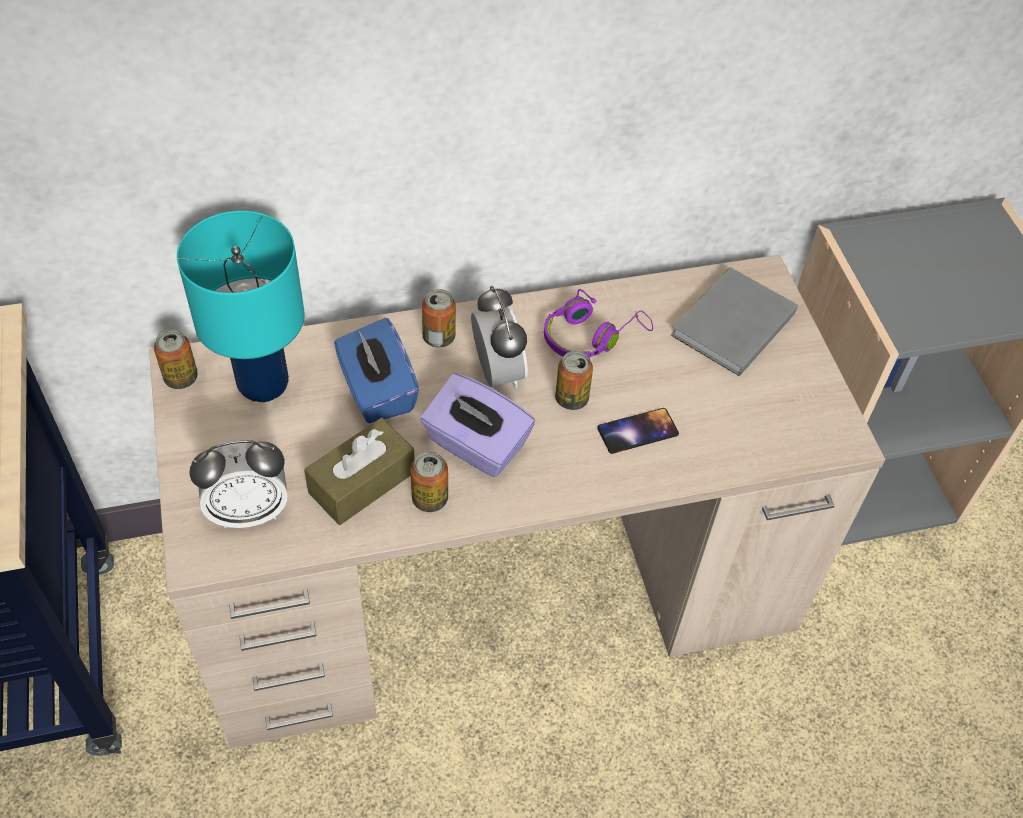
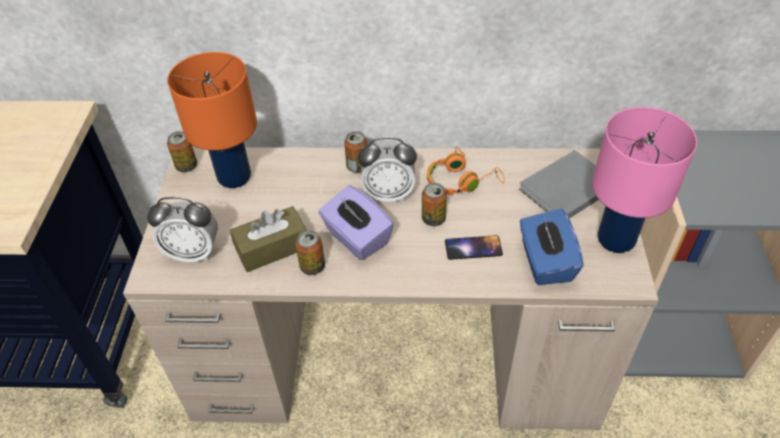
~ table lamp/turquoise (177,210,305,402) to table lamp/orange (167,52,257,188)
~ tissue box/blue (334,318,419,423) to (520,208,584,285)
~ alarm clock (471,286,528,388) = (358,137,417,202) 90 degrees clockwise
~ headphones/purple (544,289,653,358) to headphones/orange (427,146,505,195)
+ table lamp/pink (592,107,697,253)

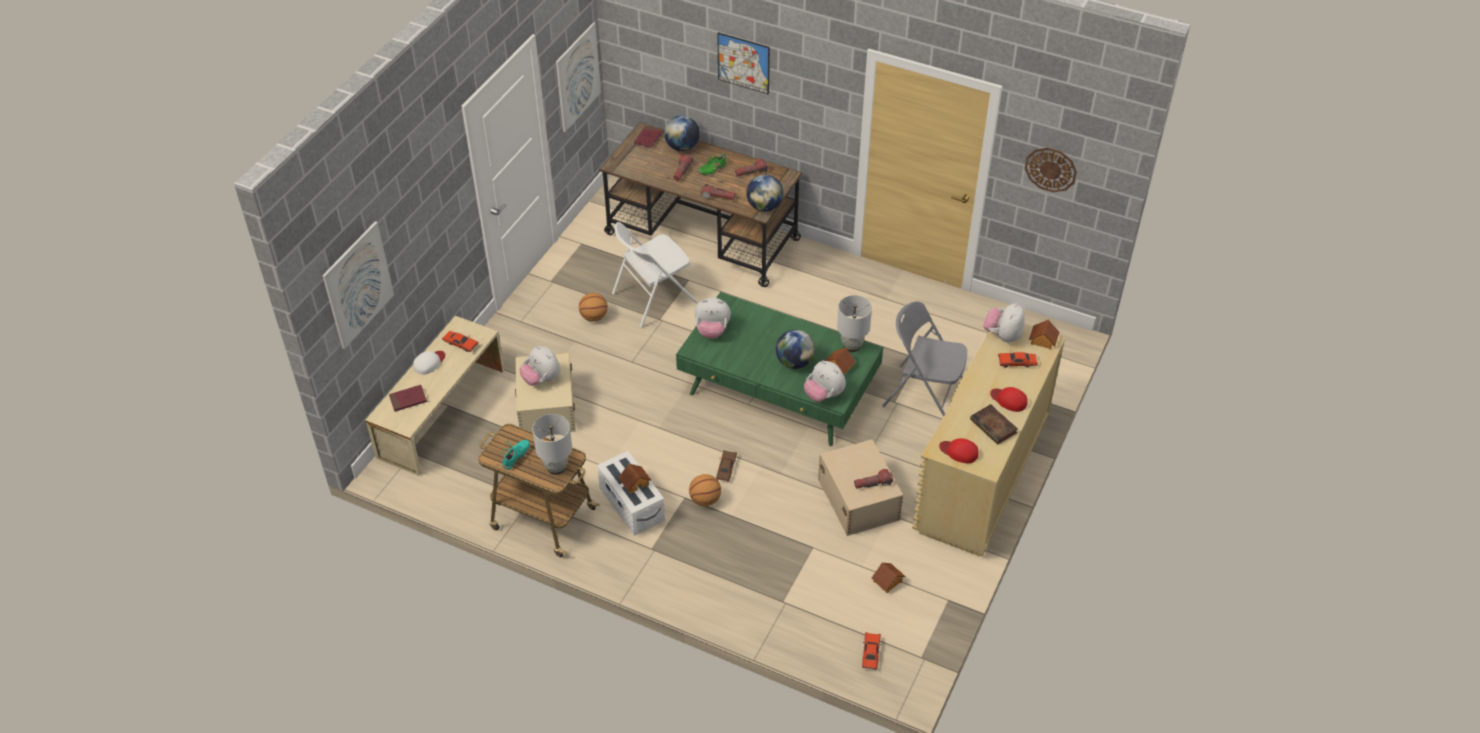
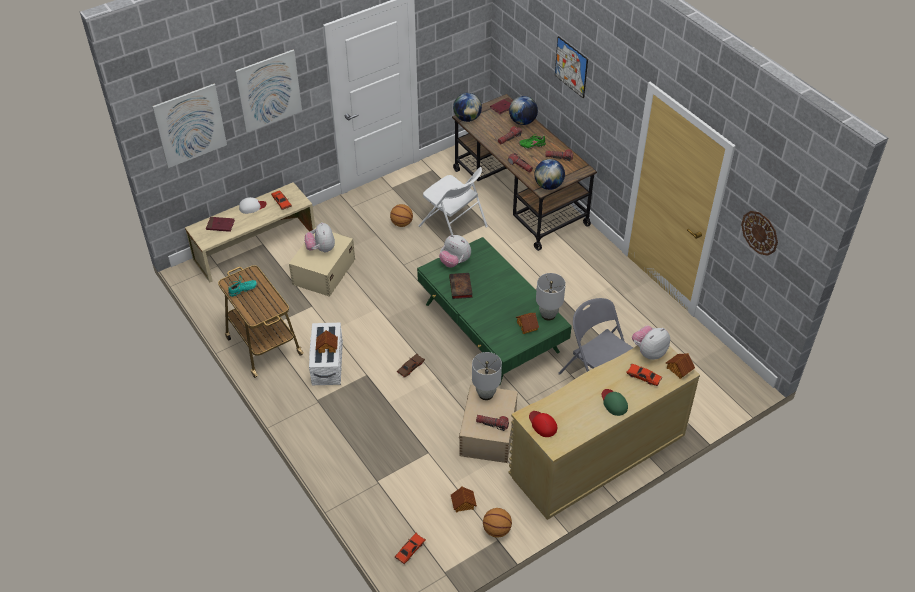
~ table lamp/white (532,414,572,475) to (472,352,502,400)
~ picture (556,22,601,132) to (235,49,302,133)
~ chair/white (612,222,697,328) = (418,167,488,235) 135 degrees counterclockwise
~ basketball (689,474,721,506) to (483,508,512,538)
~ globe (776,330,815,369) to (453,93,482,122)
- plush toy (804,360,846,402)
~ book (970,404,1018,445) to (449,273,473,299)
~ cap/red (990,387,1027,412) to cap/green (602,389,628,416)

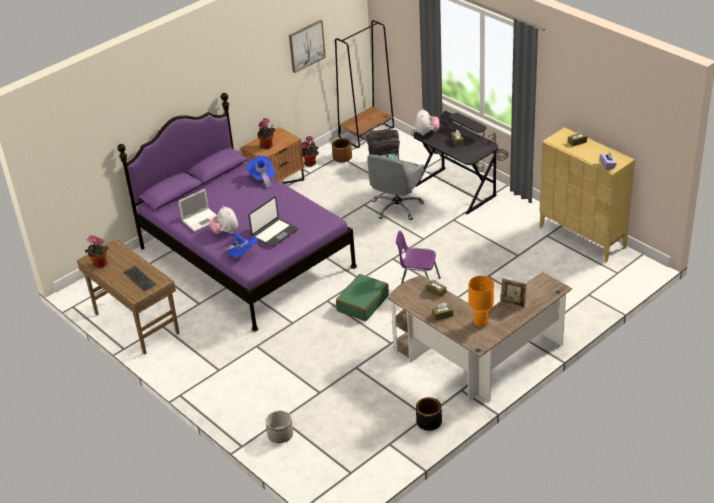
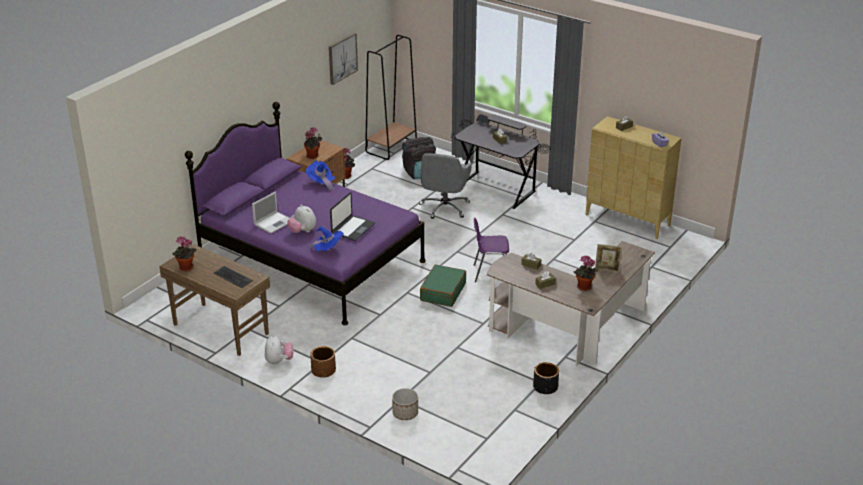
~ planter/brown (332,138,352,163) to (310,346,336,378)
~ plush toy (415,109,440,136) to (265,335,293,365)
~ table lamp/orange (469,276,494,327) to potted plant (573,255,598,291)

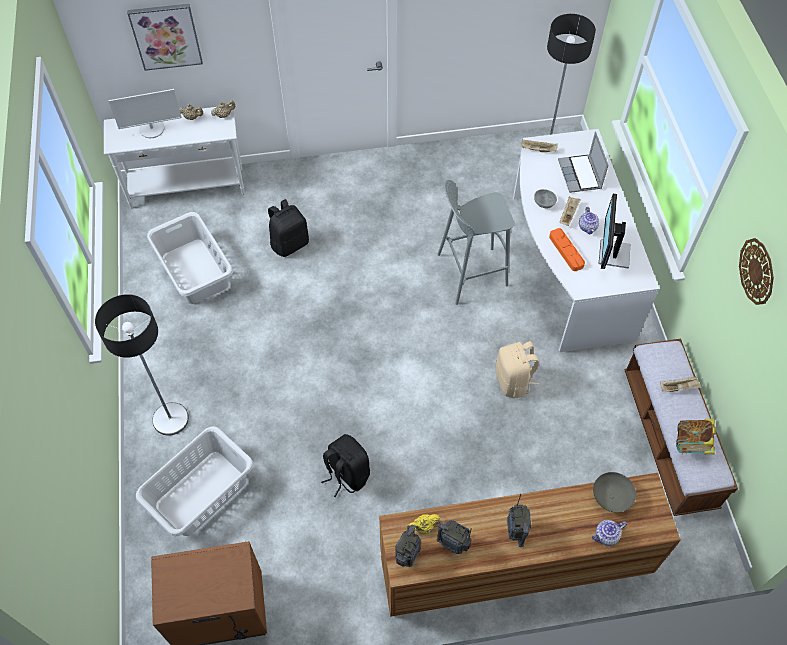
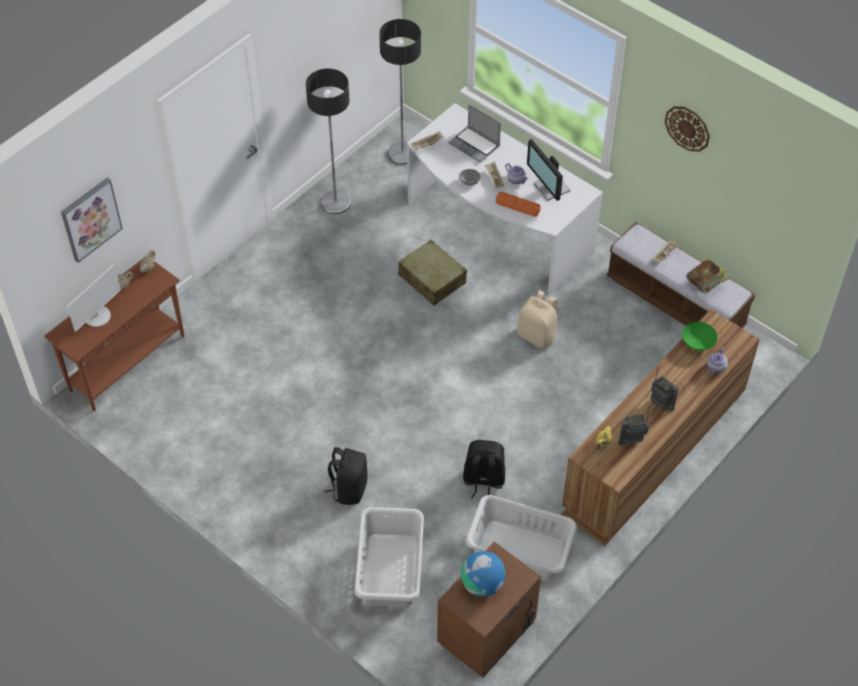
~ floor lamp (95,294,189,436) to (306,68,351,214)
~ console table/white (104,105,245,208) to console table/brown (44,259,185,411)
~ laundry basket/grey (147,212,233,304) to (466,495,577,581)
~ backpack/black (268,199,309,257) to (324,447,367,505)
- radio (395,525,421,567)
~ stool/grey (437,180,515,305) to suitcase/beige (398,240,467,306)
~ bowl/grey (593,472,636,512) to bowl/green (682,322,717,351)
+ globe (461,551,505,597)

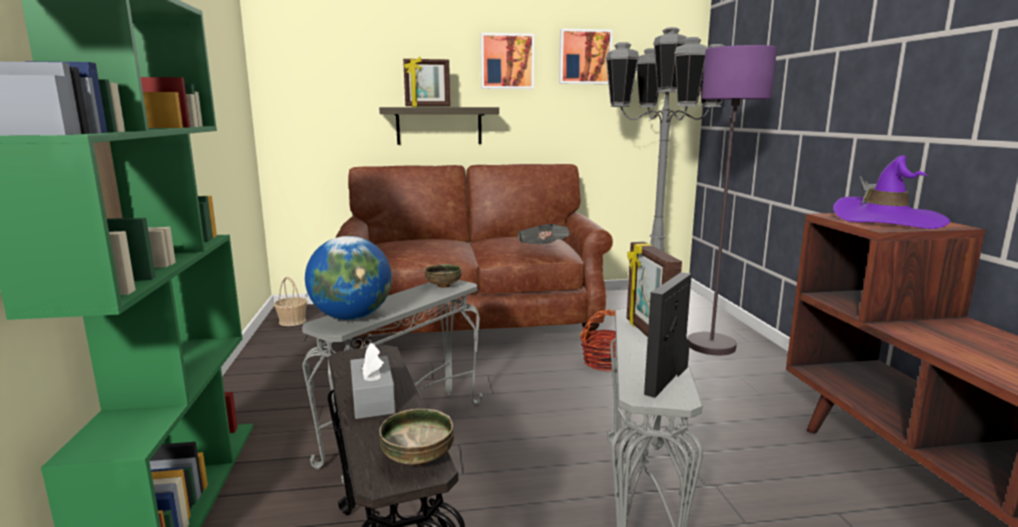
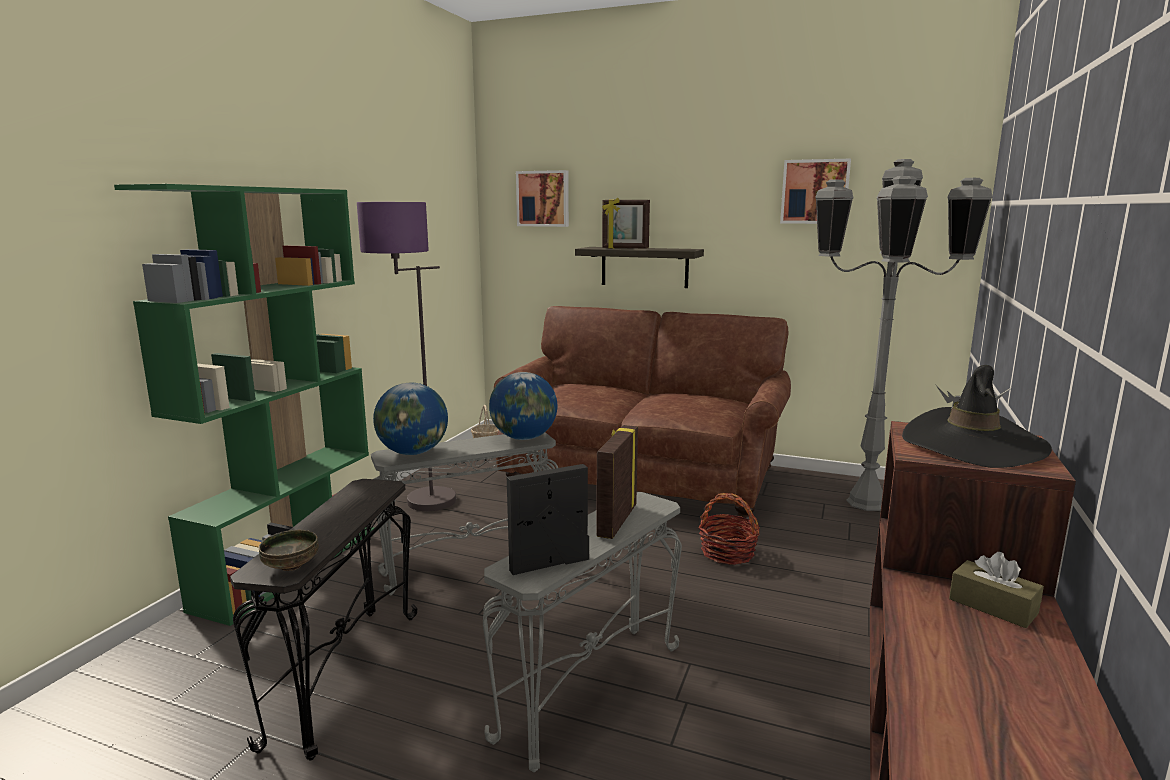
- tissue box/grey (350,343,396,419)
~ bowl (425,264,462,288) to globe (489,372,557,440)
~ picture (480,33,534,89) to (516,170,569,227)
- newspaper (517,224,570,244)
~ floor lamp/purple (688,45,777,355) to (357,202,456,511)
~ hat/purple (833,155,950,229) to hat/black (902,365,1052,468)
+ tissue box/brown (949,552,1044,628)

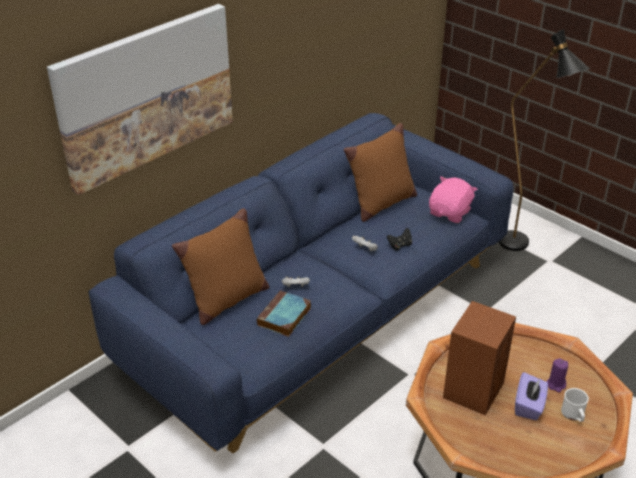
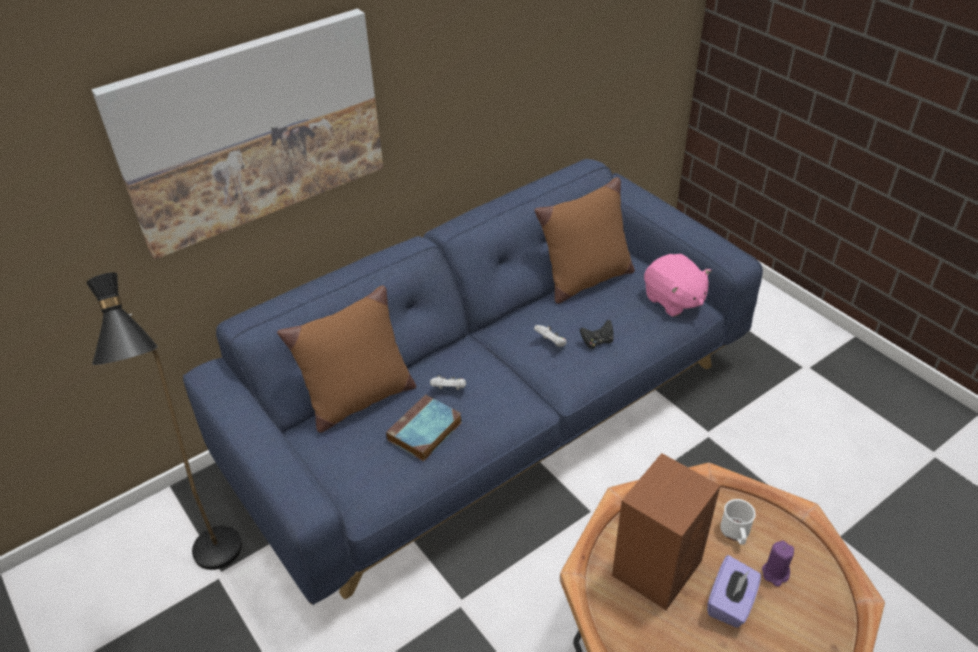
~ plush toy/pink (429,176,477,223) = (644,254,712,317) 105 degrees clockwise
~ floor lamp/black (499,29,590,251) to (86,272,242,570)
~ mug/white (561,388,589,422) to (720,499,756,544)

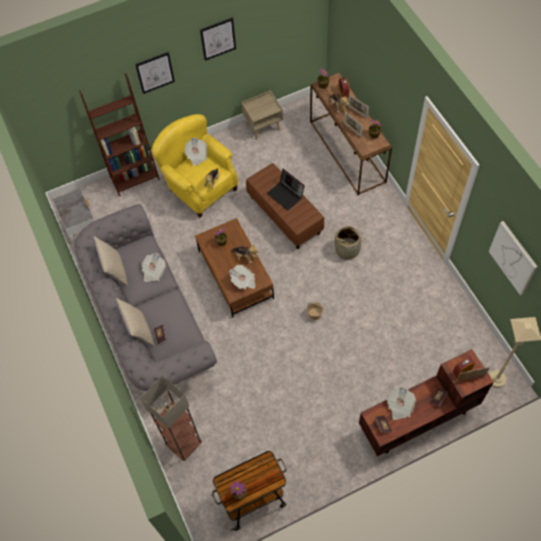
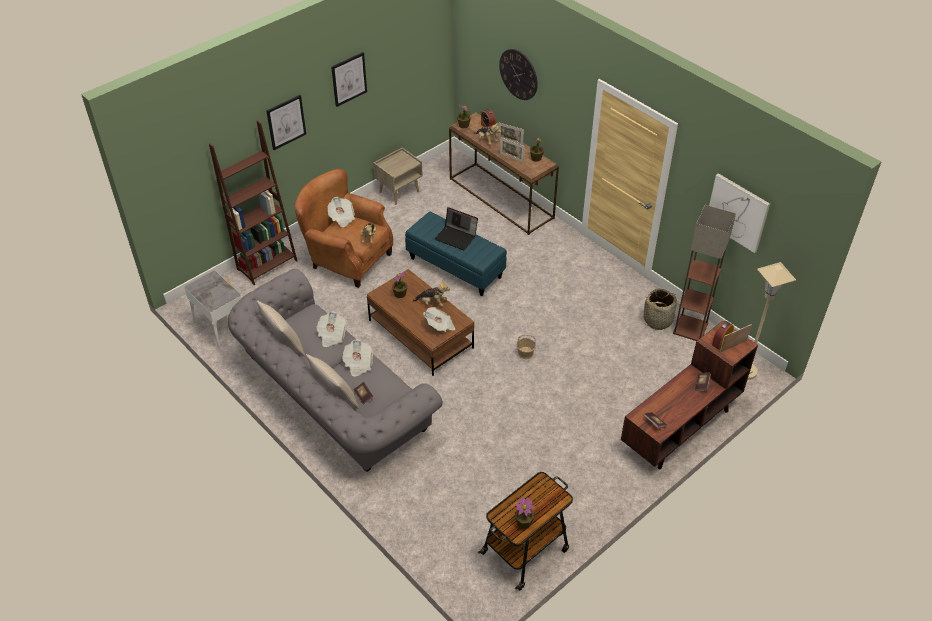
~ floor lamp (141,375,202,461) to (673,205,736,341)
~ armchair/yellow (152,114,238,217) to armchair/brown (294,169,393,288)
~ ottoman/brown (246,163,325,249) to ottoman/blue (405,212,507,296)
~ basket (333,226,364,260) to (644,288,677,330)
~ newspaper (387,387,416,420) to (342,339,373,377)
+ wall clock (499,49,538,100)

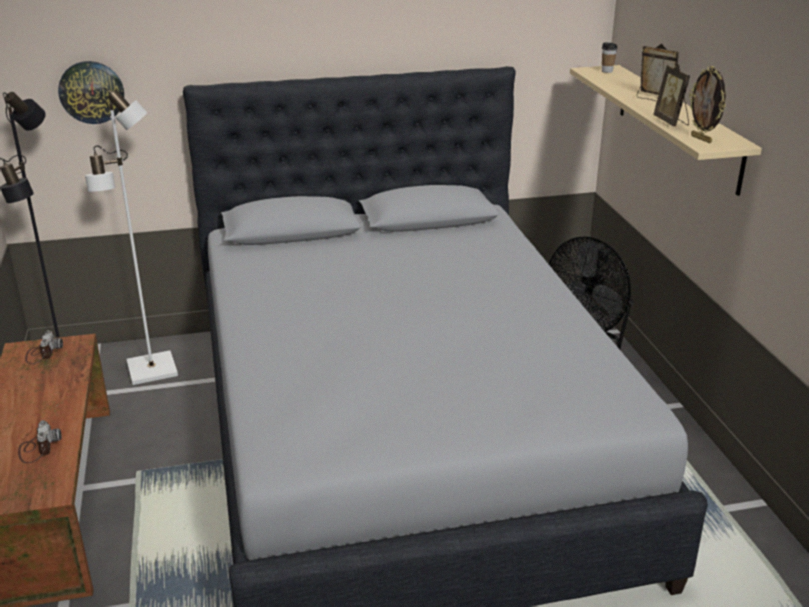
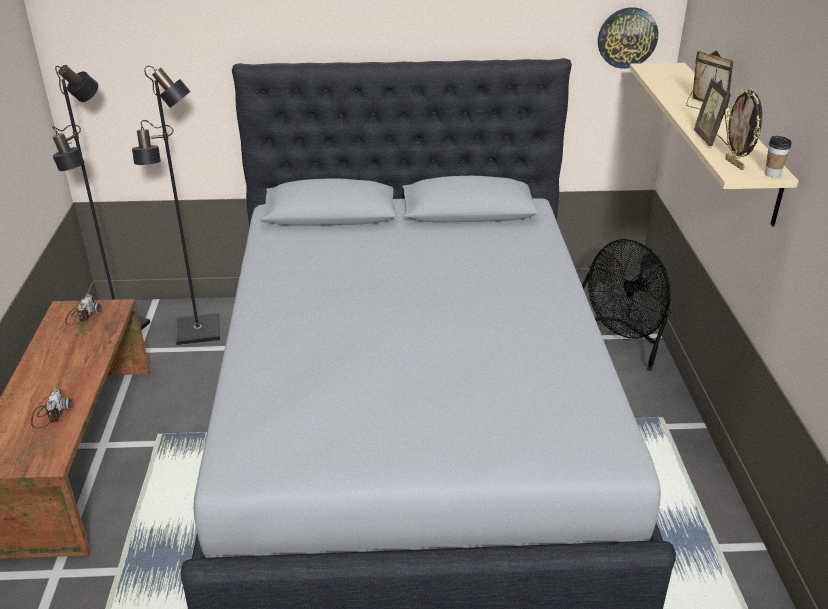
~ wall clock (58,61,124,124) to (598,7,659,69)
~ floor lamp/white (85,88,178,385) to floor lamp/black (132,66,220,345)
~ cup (602,42,617,73) to (765,136,792,178)

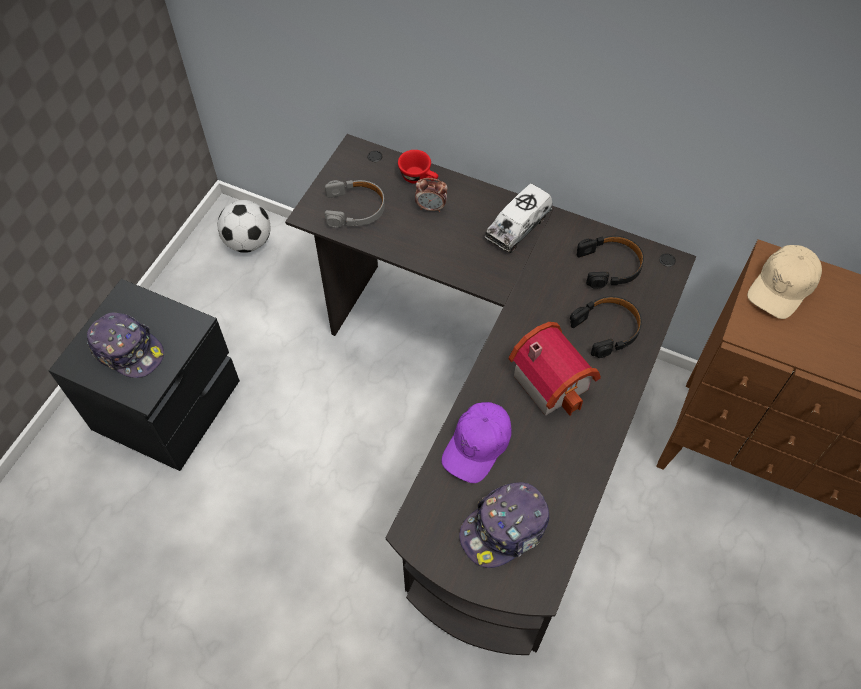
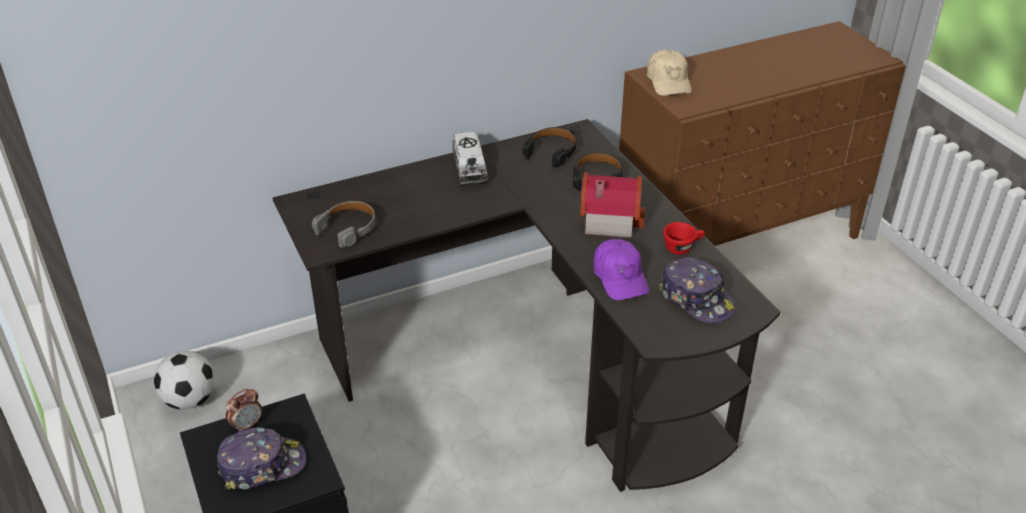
~ cup/red (398,150,438,184) to (663,222,705,255)
~ alarm clock (415,178,448,212) to (225,389,262,431)
~ cap (459,482,549,568) = (658,257,736,324) 45 degrees counterclockwise

